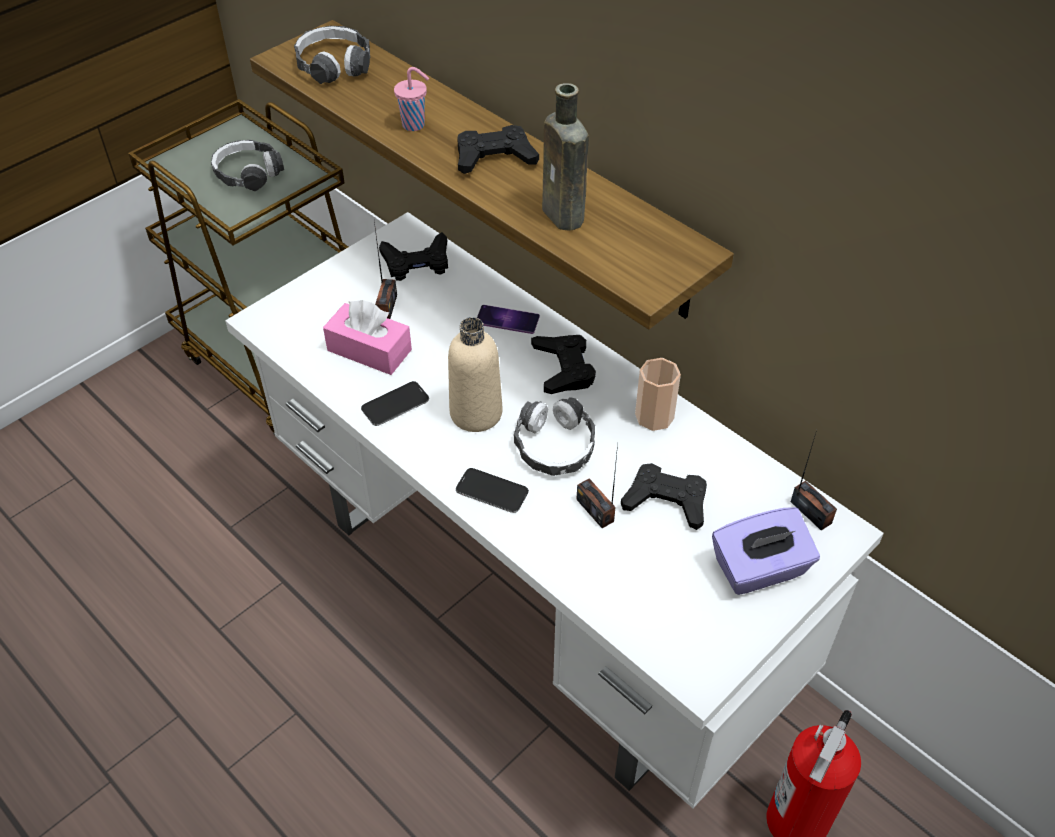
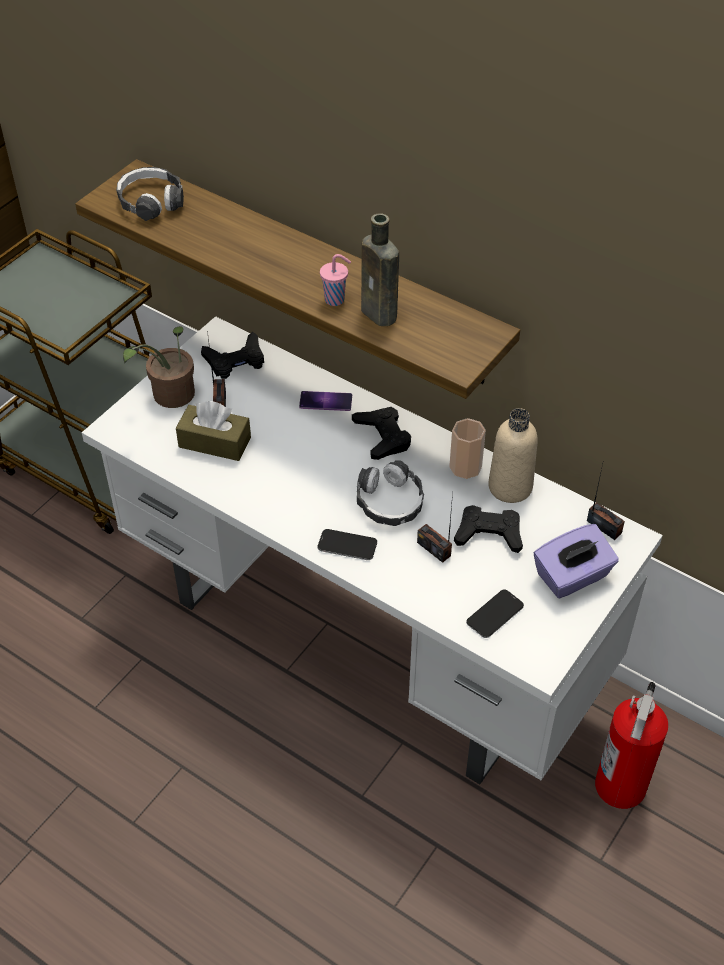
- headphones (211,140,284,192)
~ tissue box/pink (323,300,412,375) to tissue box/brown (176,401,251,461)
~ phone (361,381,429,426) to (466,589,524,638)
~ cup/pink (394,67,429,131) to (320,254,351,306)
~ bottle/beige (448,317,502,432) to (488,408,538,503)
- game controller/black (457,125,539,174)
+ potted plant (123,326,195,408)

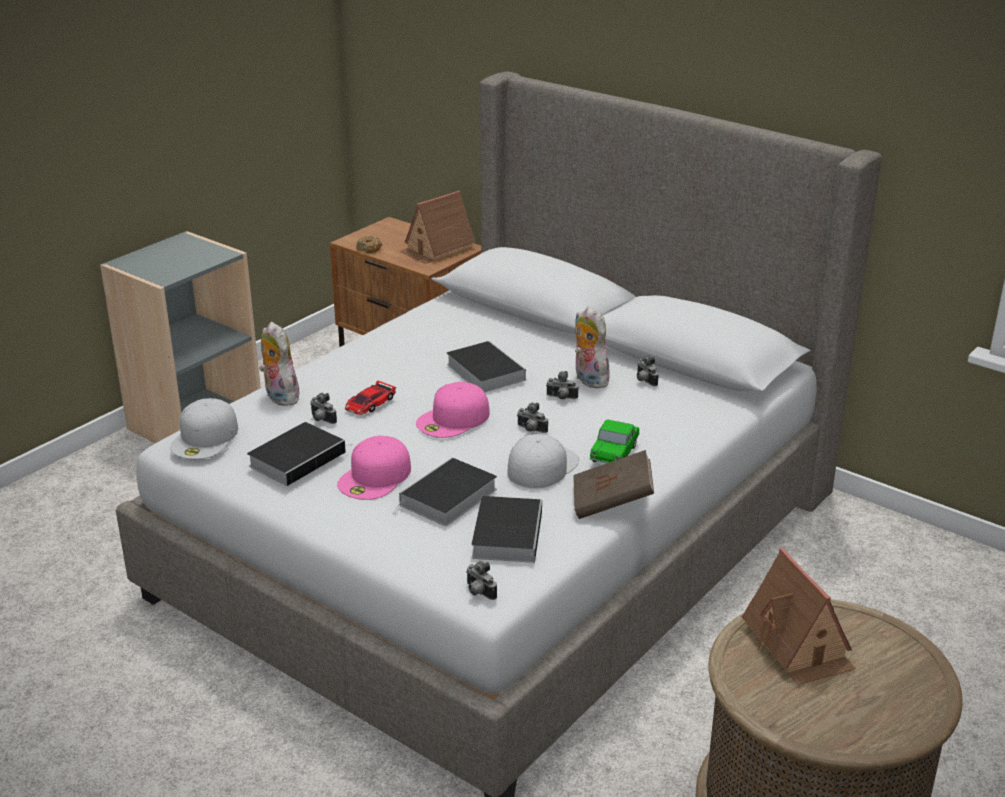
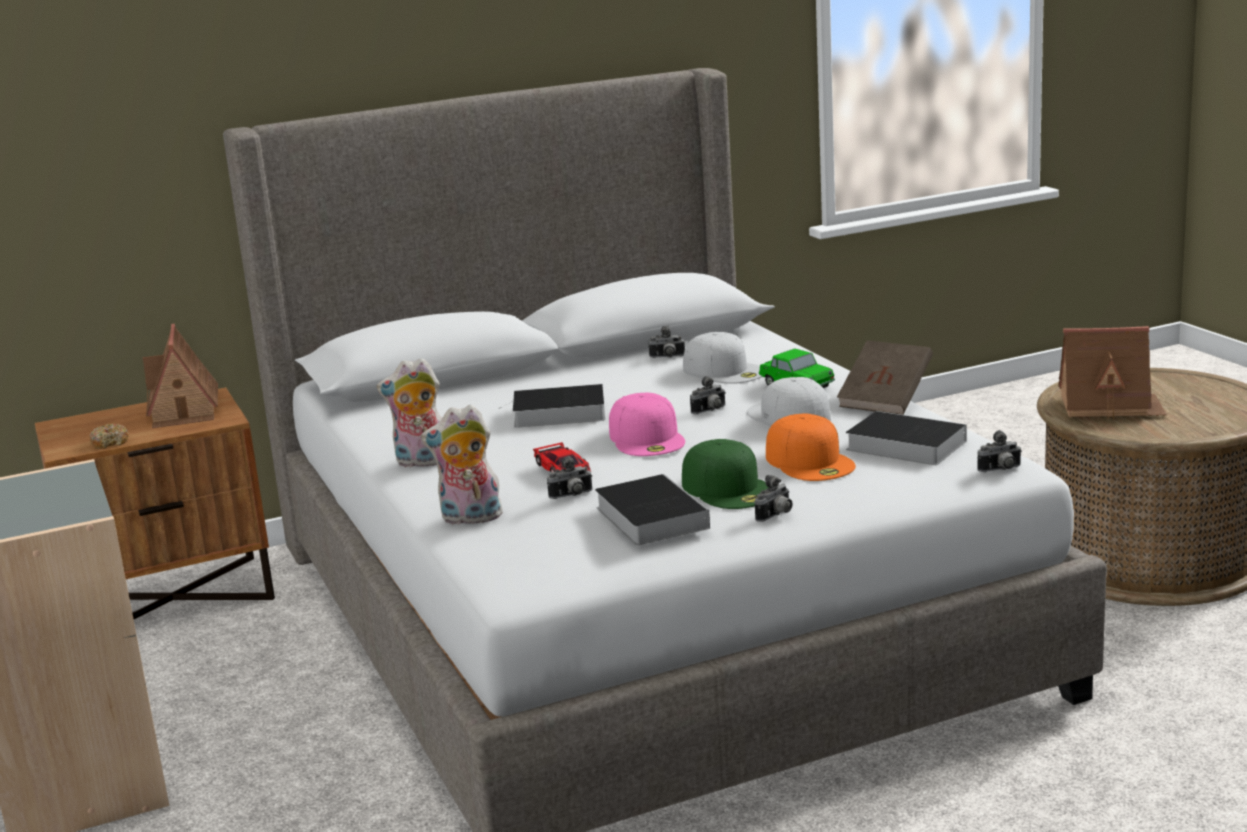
~ cap/white (170,398,238,459) to (683,332,762,384)
~ cap/pink (337,435,411,500) to cap/green (682,439,769,509)
~ book (392,458,497,526) to cap/orange (766,413,856,481)
~ photo camera (546,371,578,399) to (755,475,793,522)
~ plush toy (575,306,610,388) to (377,358,442,468)

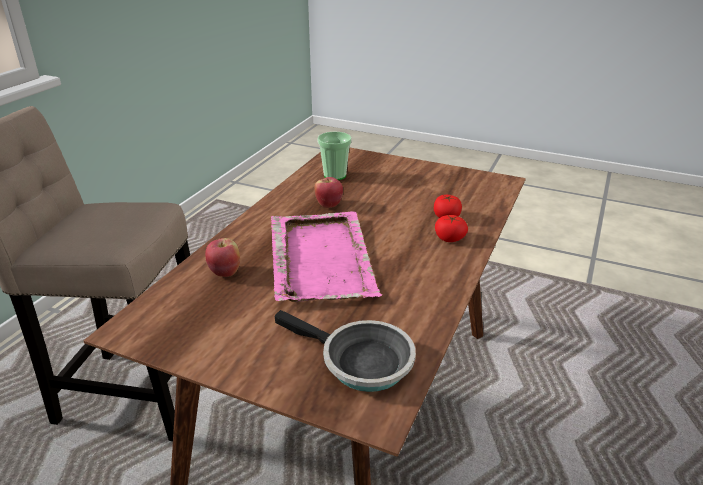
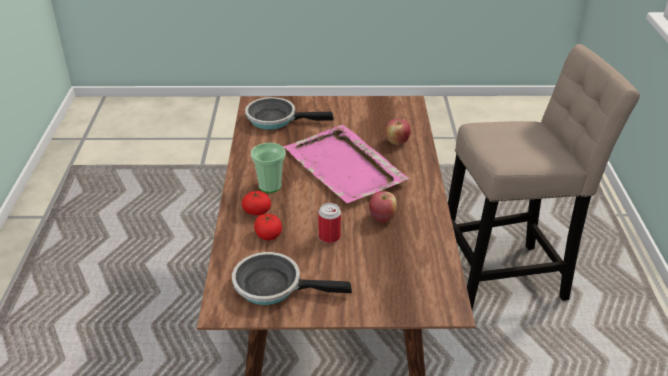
~ cup (317,131,352,180) to (251,143,285,193)
+ frying pan (232,252,352,305)
+ can (318,203,341,243)

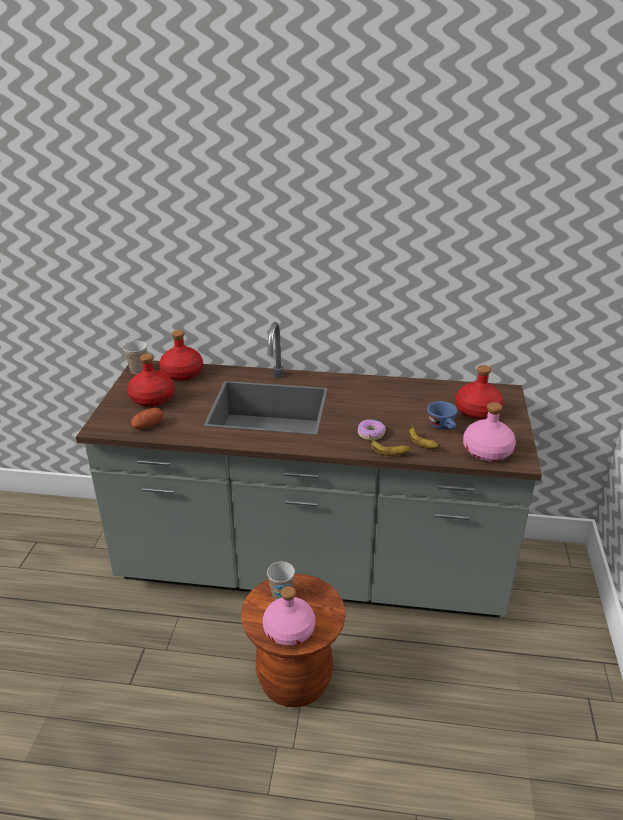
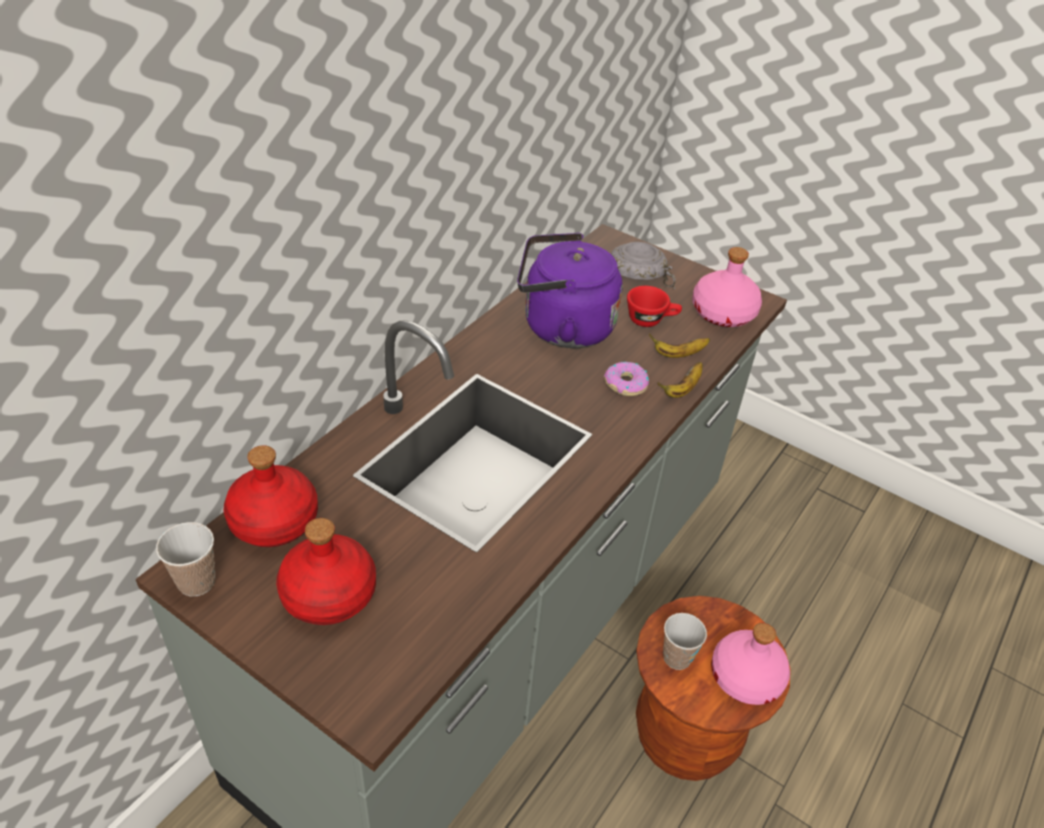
- potato (131,408,163,429)
~ cup/blue (427,401,457,429) to cup/red (627,286,682,327)
~ bottle/red (455,365,504,420) to bowl/grey (611,242,676,289)
+ kettle/purple (517,233,623,348)

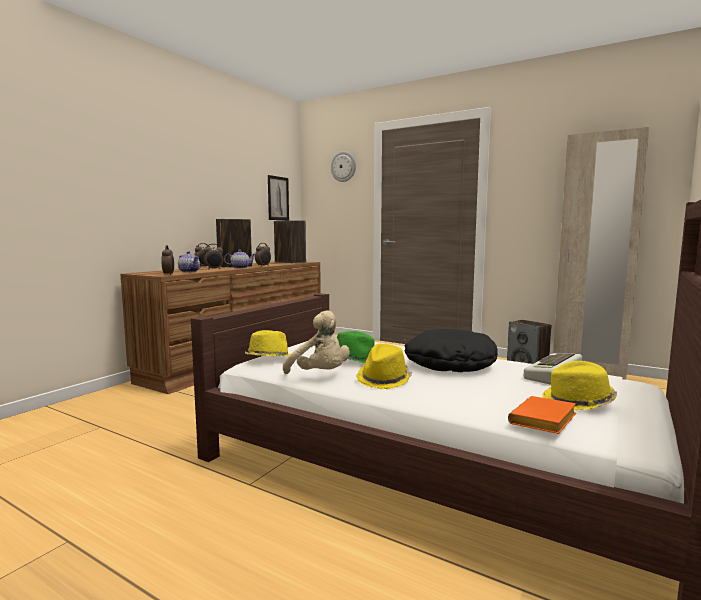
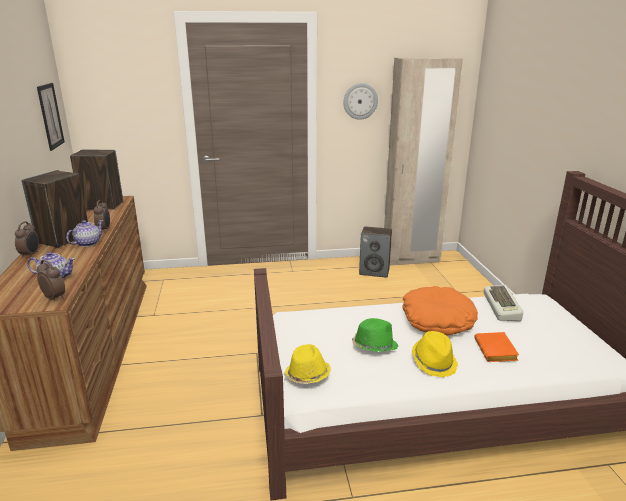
- alarm clock (204,244,223,270)
- plush toy/beige (283,310,350,374)
~ wall clock (331,151,356,182) to (343,83,378,120)
~ pillow/black (405,329,498,372) to pillow/orange (403,286,478,336)
~ book/orange (508,396,576,434) to (474,332,519,362)
- hat/yellow (542,361,617,410)

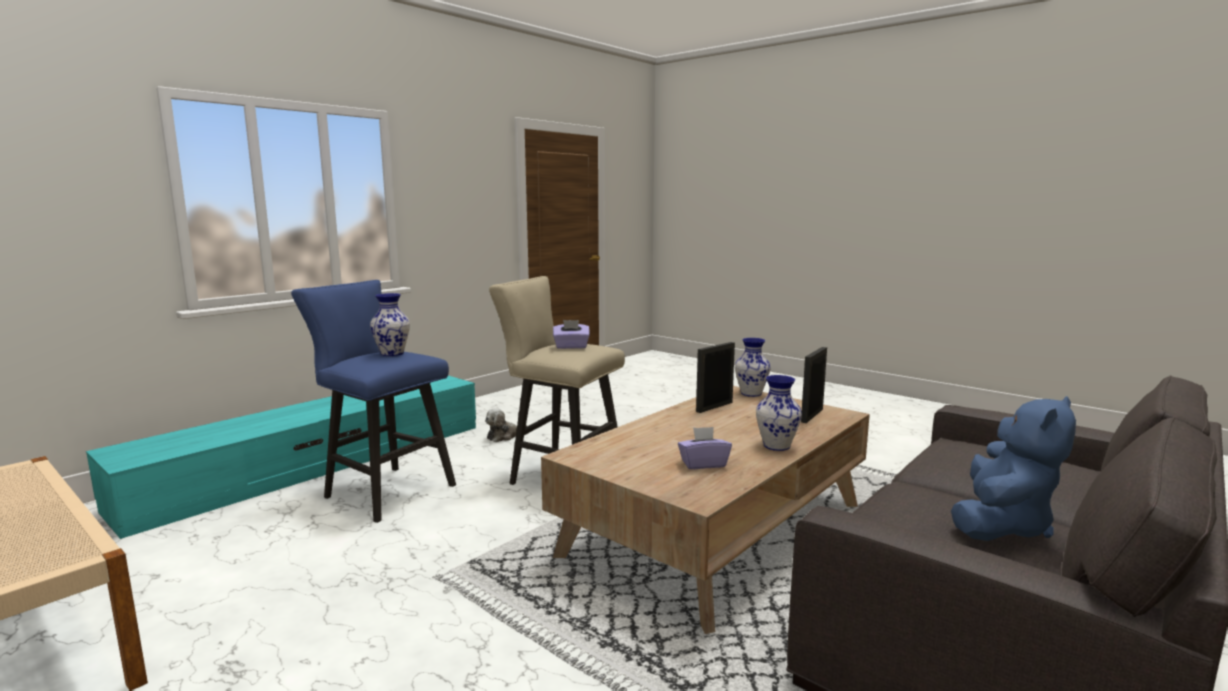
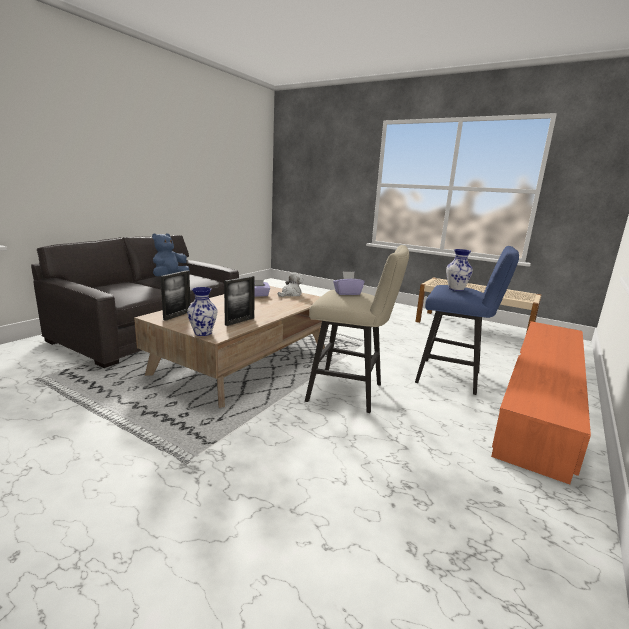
~ tv stand/turquoise (86,375,476,539) to tv stand/orange (491,321,591,485)
~ plush toy (485,408,527,442) to (278,272,303,297)
- vase (756,375,802,451)

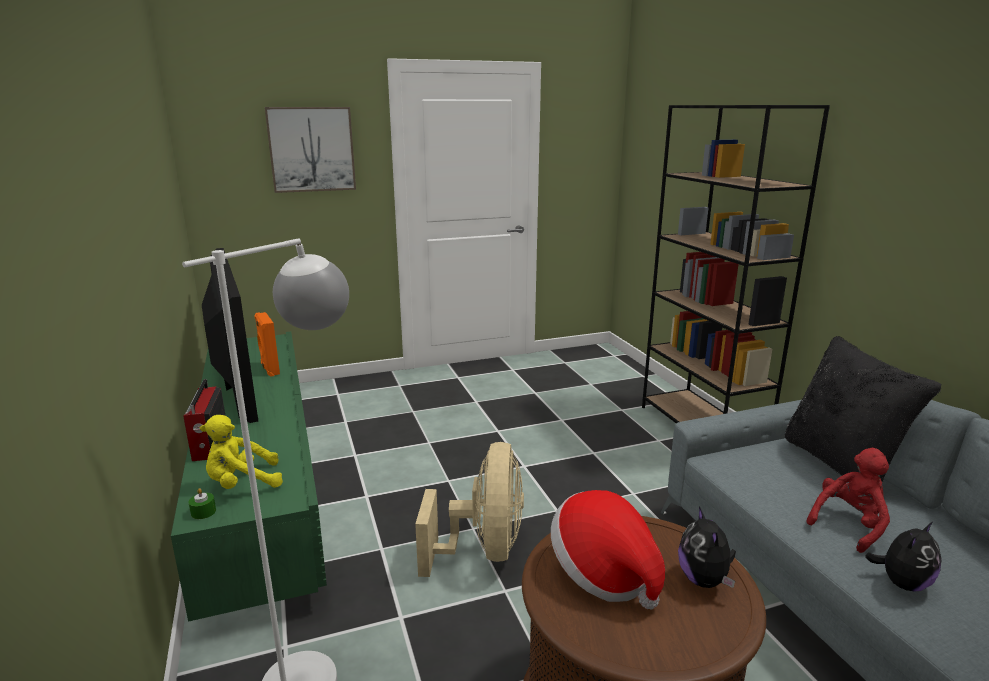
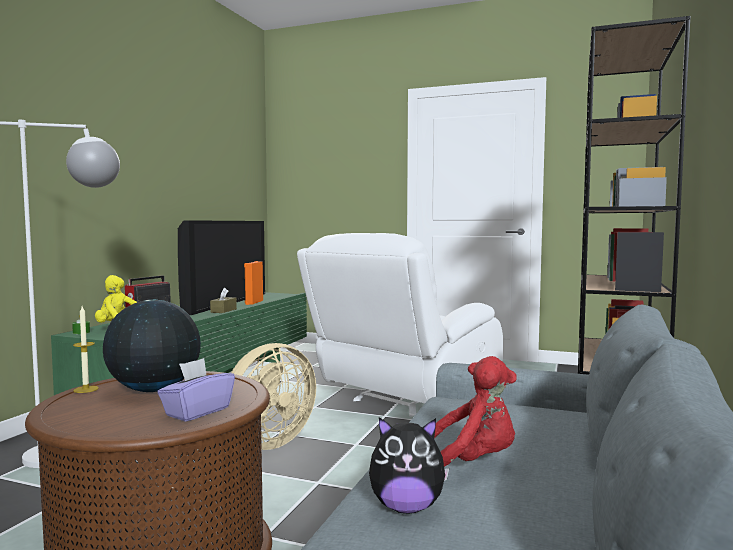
- picture (265,107,356,193)
~ hat (551,490,665,610) to globe (103,300,201,392)
~ plush toy (678,506,736,588) to tissue box/purple (157,358,235,422)
- pillow/black (785,336,941,482)
+ candle (73,306,99,393)
+ tissue box/brown (210,288,237,313)
+ armchair/white (297,233,504,417)

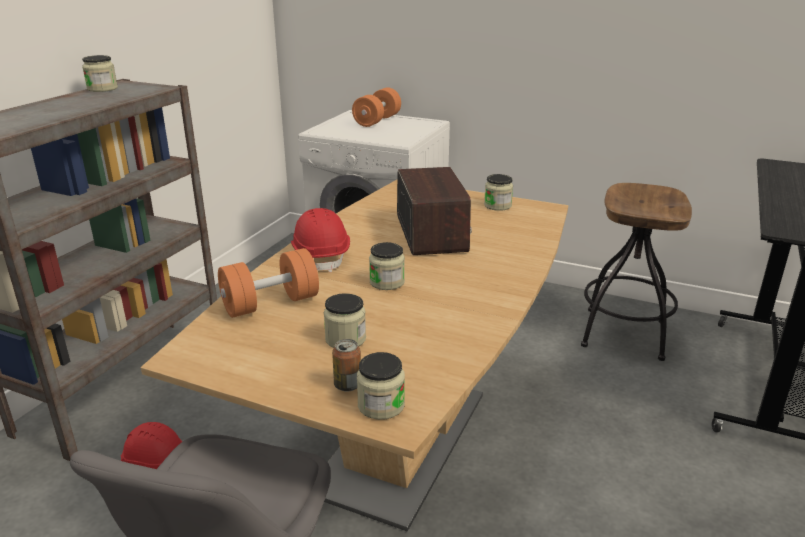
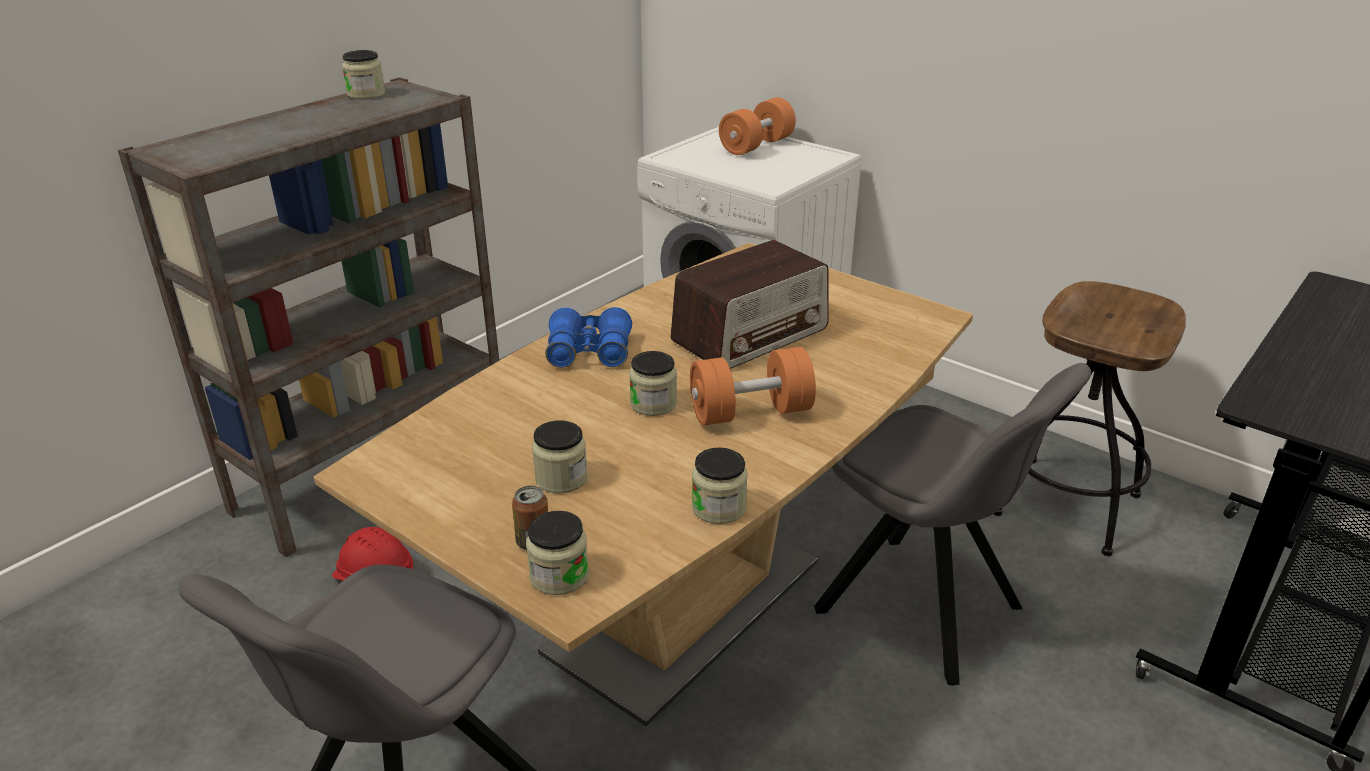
~ dumbbell/orange (218,248,319,318) to (690,347,816,426)
~ hard hat/red (291,208,350,273) to binoculars/blue (545,307,632,368)
~ radio (397,167,472,255) = (671,240,829,369) 45 degrees clockwise
~ jar (484,174,513,211) to (692,448,748,524)
+ chair/grey (814,363,1091,686)

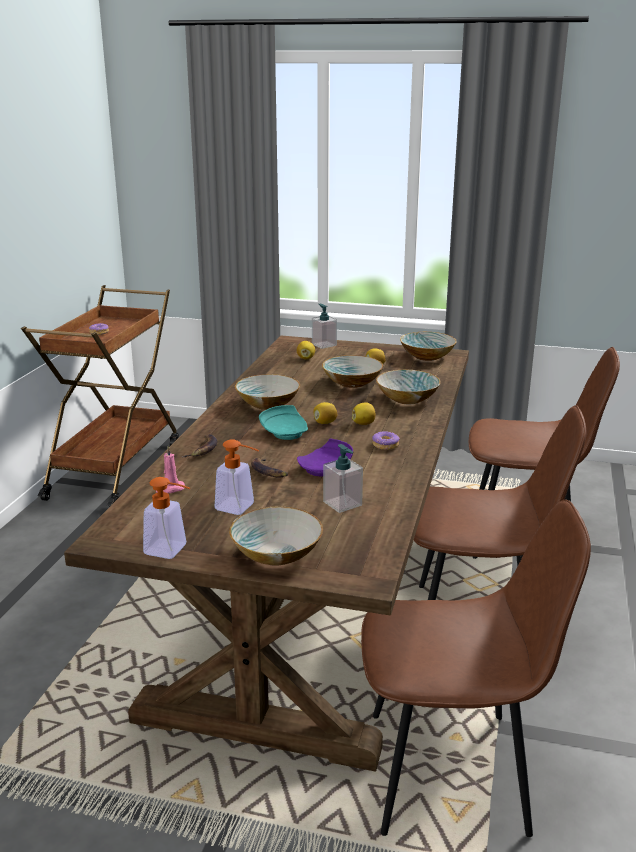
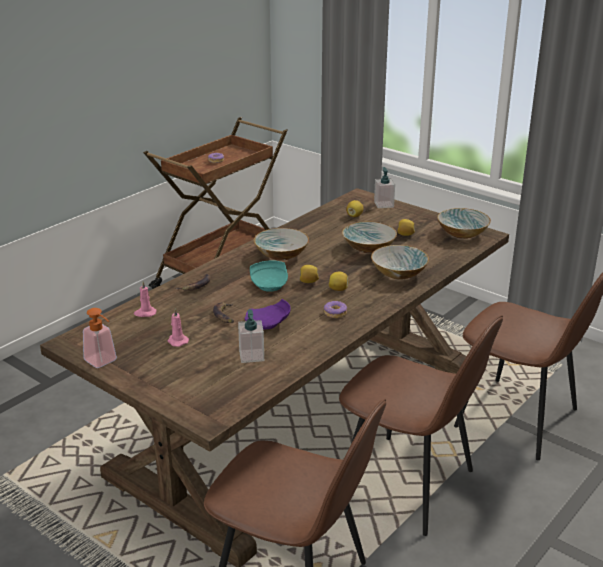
~ soap dispenser (215,439,259,515) to candle/pink (167,308,189,347)
- bowl (229,506,323,566)

